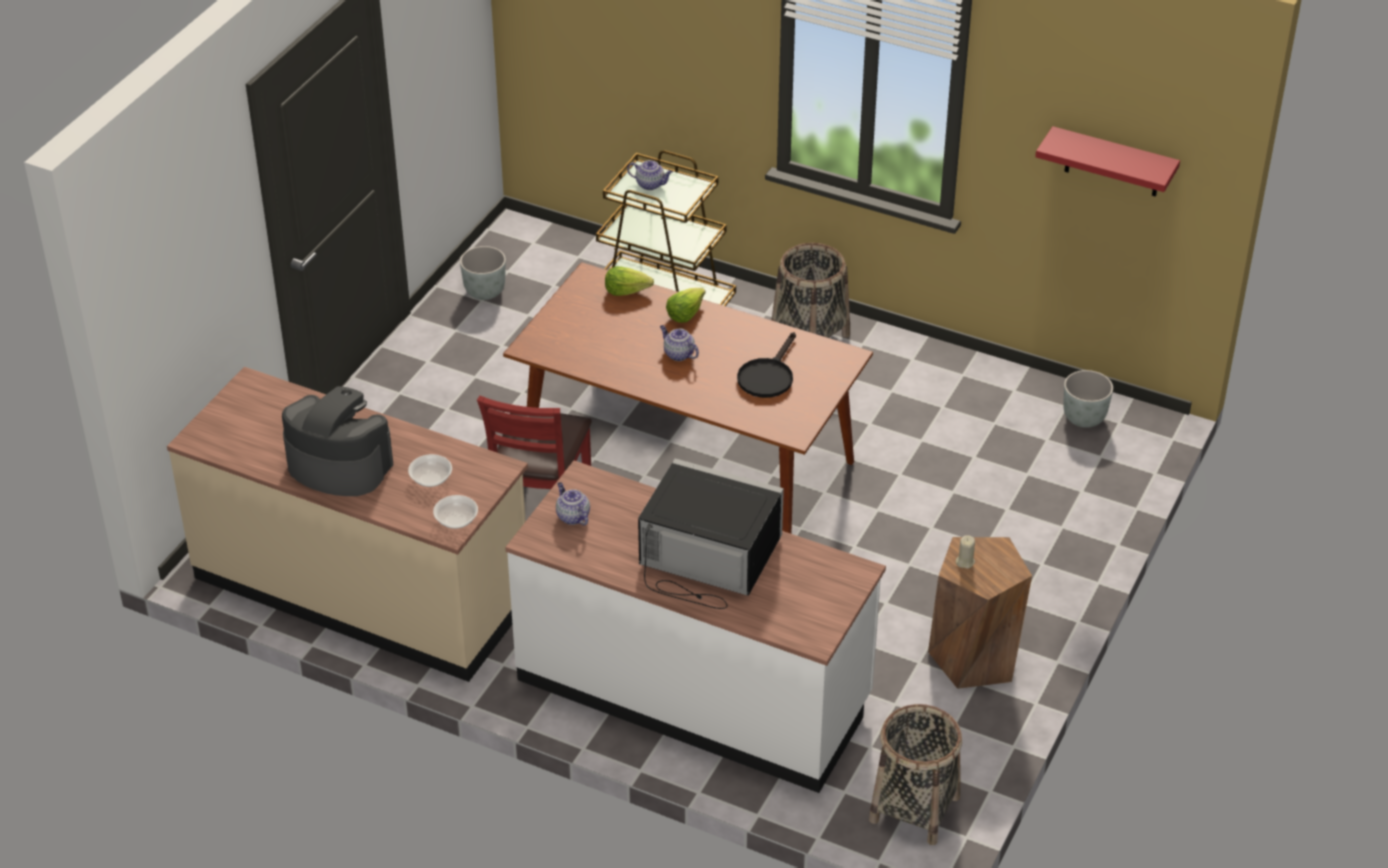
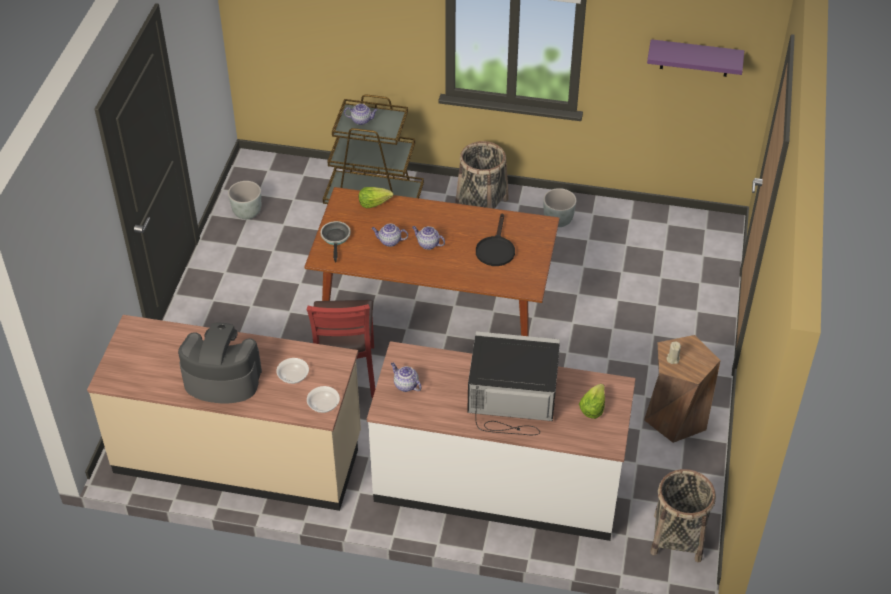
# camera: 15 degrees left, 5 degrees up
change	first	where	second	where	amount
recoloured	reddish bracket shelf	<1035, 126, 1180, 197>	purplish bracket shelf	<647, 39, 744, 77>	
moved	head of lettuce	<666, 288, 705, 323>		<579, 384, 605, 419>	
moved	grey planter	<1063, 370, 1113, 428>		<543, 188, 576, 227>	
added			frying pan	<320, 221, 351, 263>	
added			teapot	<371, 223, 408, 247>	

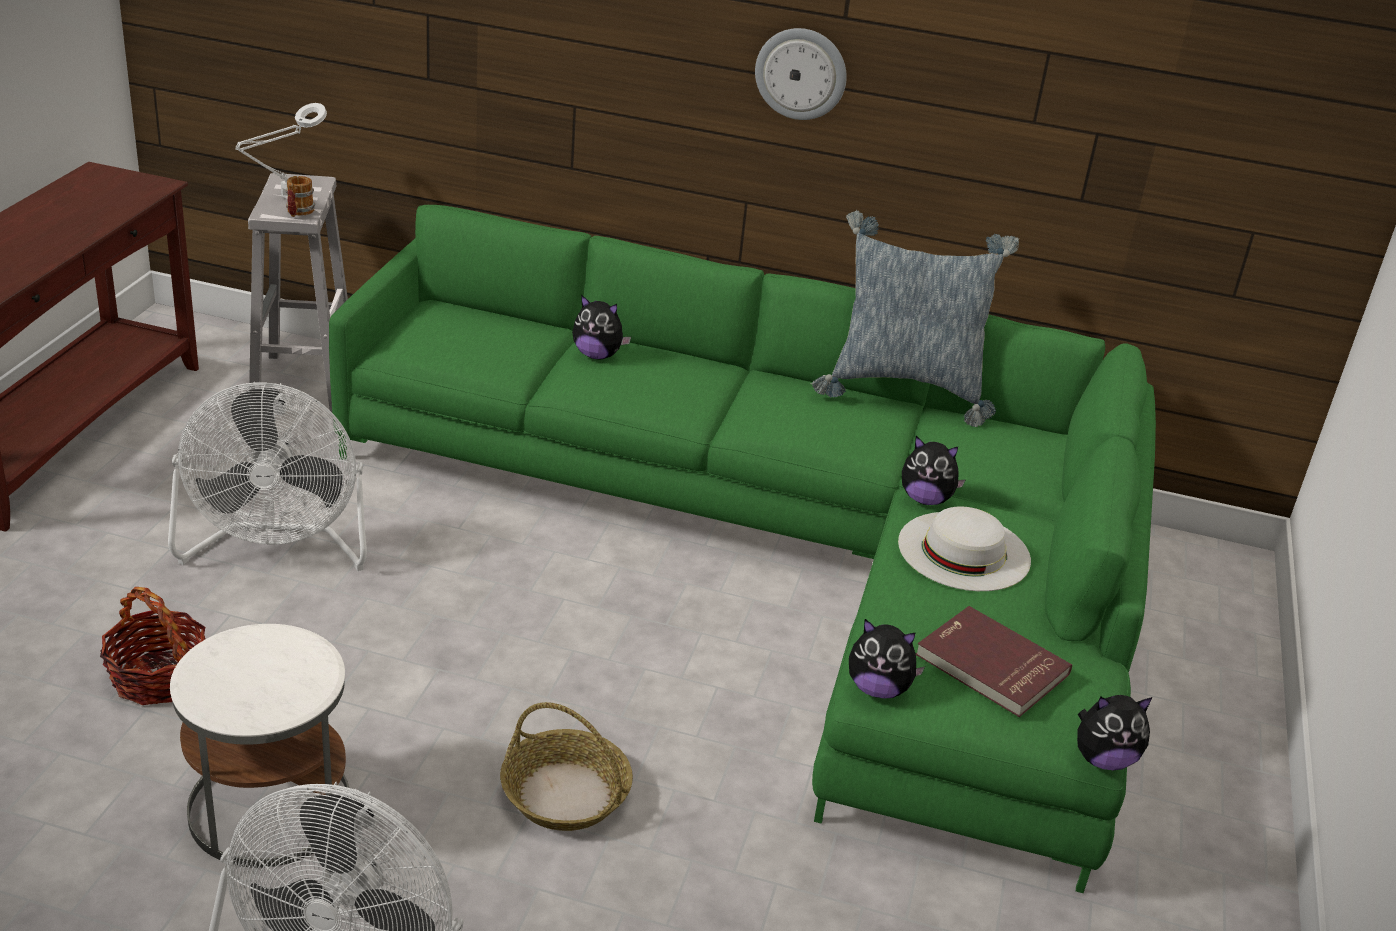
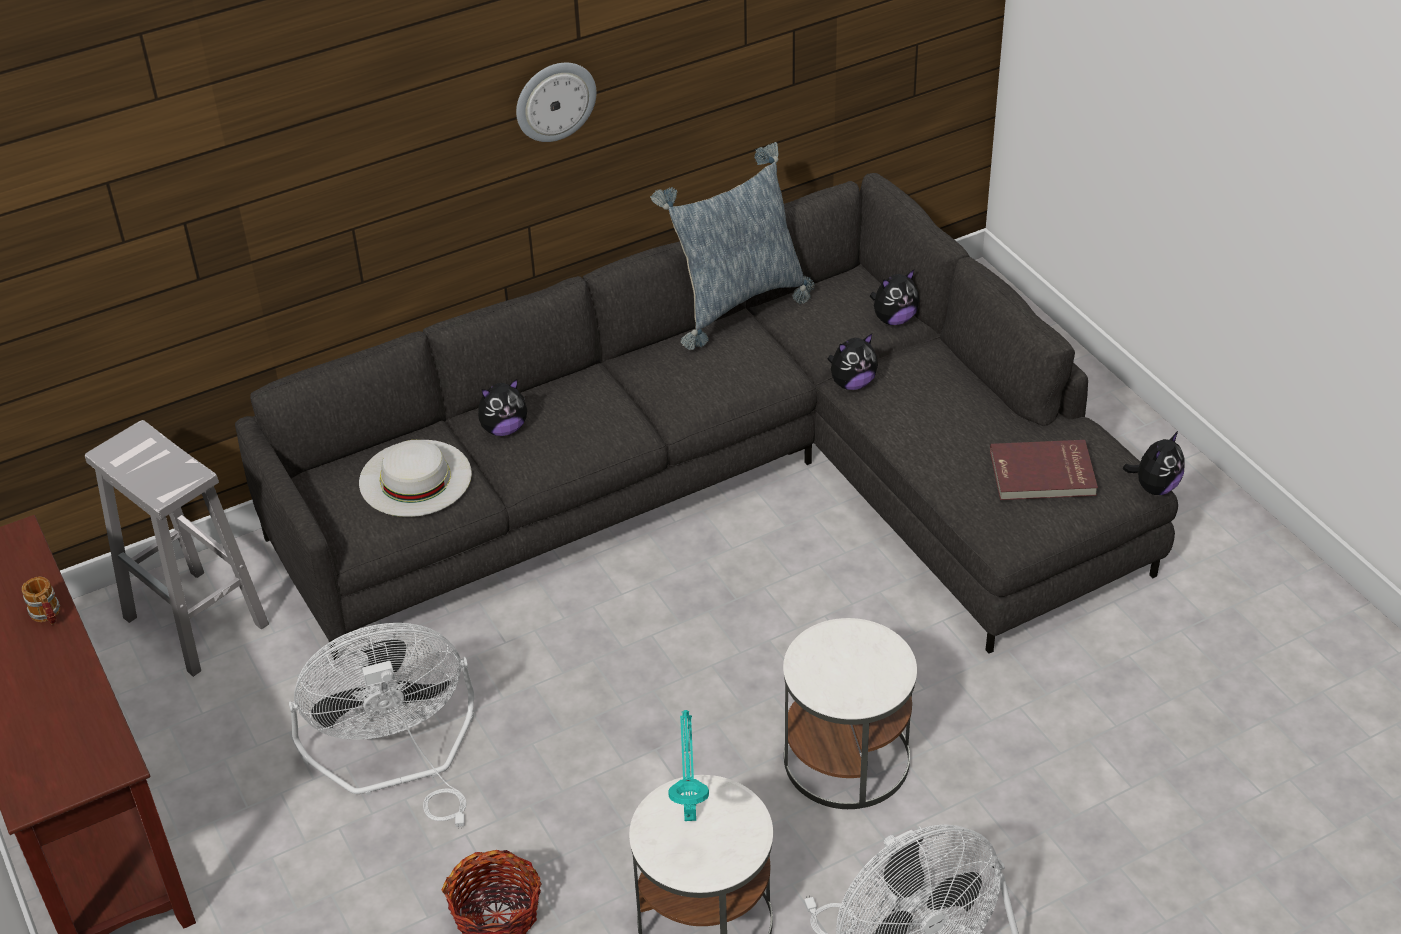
# camera: 40 degrees left, 10 degrees up
change	first	where	second	where	amount
removed	whitish table lamp	<235, 103, 327, 199>			
moved	coffee mug	<286, 176, 315, 217>		<22, 577, 60, 625>	
recoloured	greenish settee	<329, 205, 1156, 893>	grey settee	<235, 173, 1178, 660>	
turned	whitish cooling fan	<168, 382, 367, 571>		<289, 623, 474, 828>	150 degrees counterclockwise
moved	whitish clothing hat	<898, 507, 1031, 591>		<359, 440, 472, 517>	
moved	soft toy	<849, 619, 925, 699>		<870, 270, 919, 325>	
replaced	basket	<500, 702, 633, 831>	whitish side table	<783, 618, 917, 809>	
added			turquoise table lamp	<668, 710, 709, 821>	

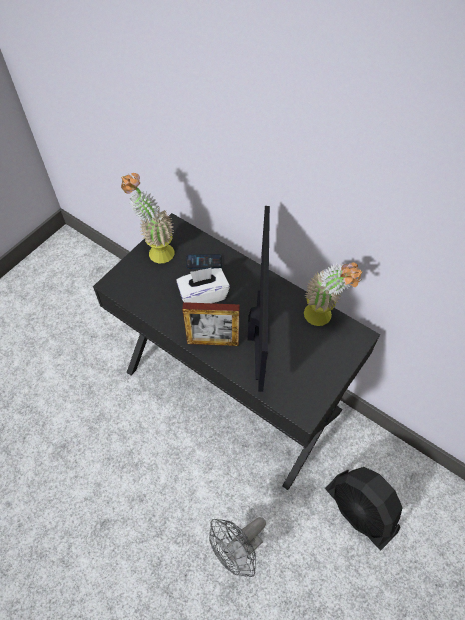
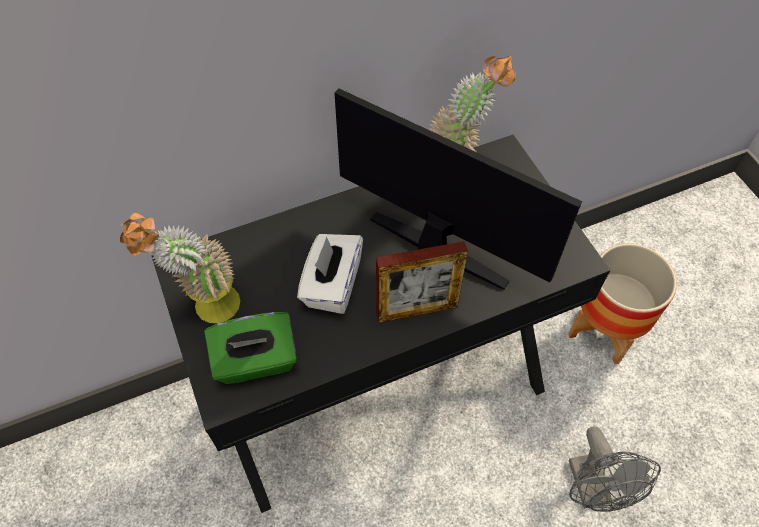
# camera: 60 degrees left, 0 degrees up
change	first	where	second	where	amount
removed	telephone	<186, 254, 222, 269>			
turned	standing frame	<182, 302, 240, 346>		<376, 241, 468, 323>	45 degrees clockwise
replaced	black-coloured cooling fan	<325, 467, 403, 550>	planter	<568, 244, 677, 364>	
added			greenish box of tissues	<205, 312, 297, 384>	

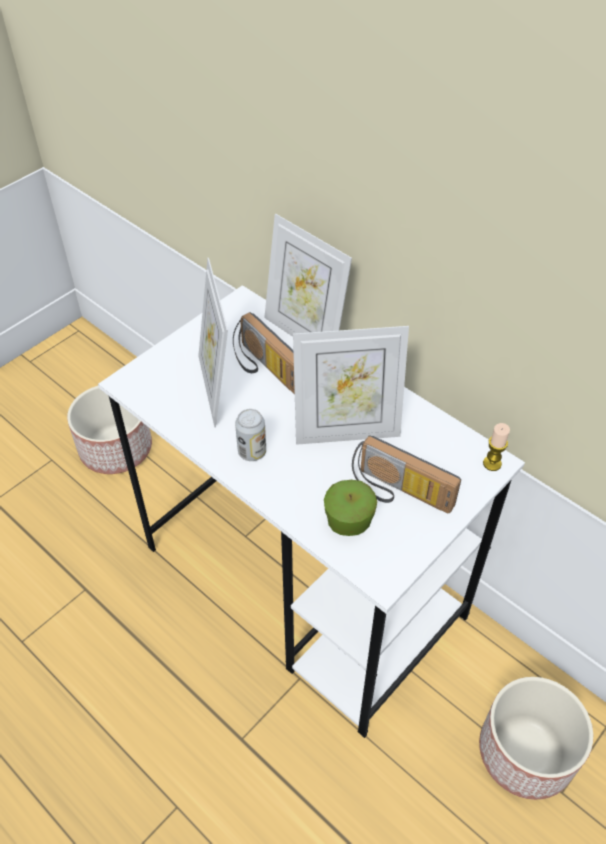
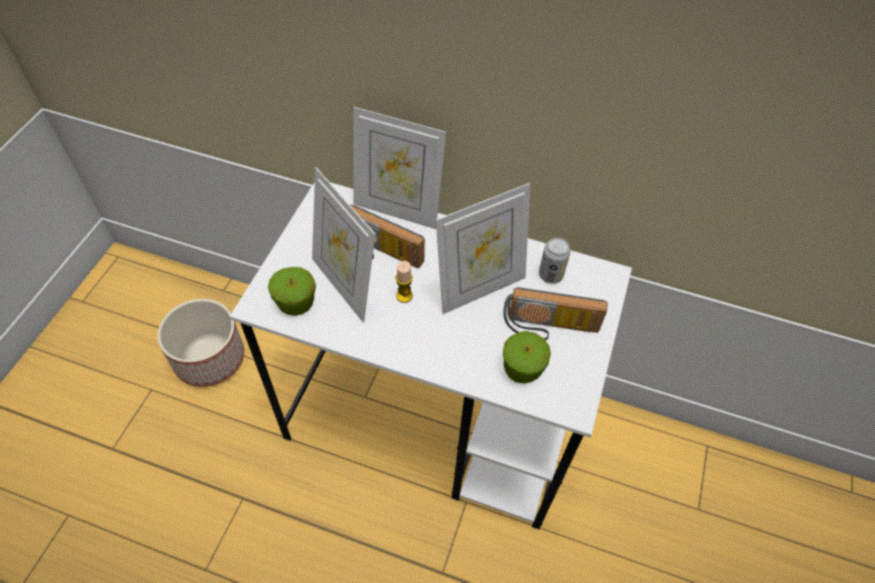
# camera: 25 degrees left, 5 degrees up
change	first	where	second	where	amount
moved	sealed can	<235, 409, 266, 461>		<539, 238, 571, 284>	
moved	candle	<483, 423, 510, 471>		<395, 261, 413, 303>	
removed	planter	<479, 677, 593, 800>			
added			apple	<268, 267, 316, 316>	

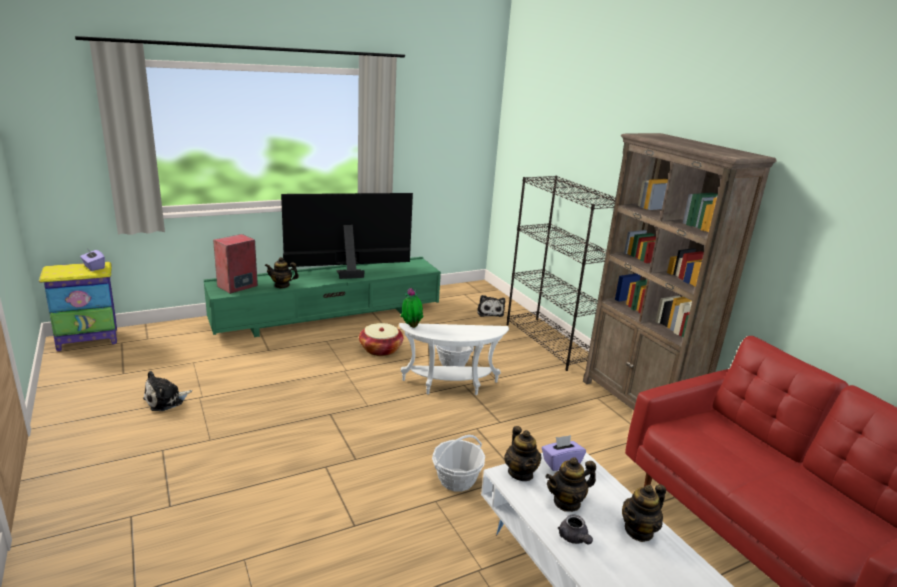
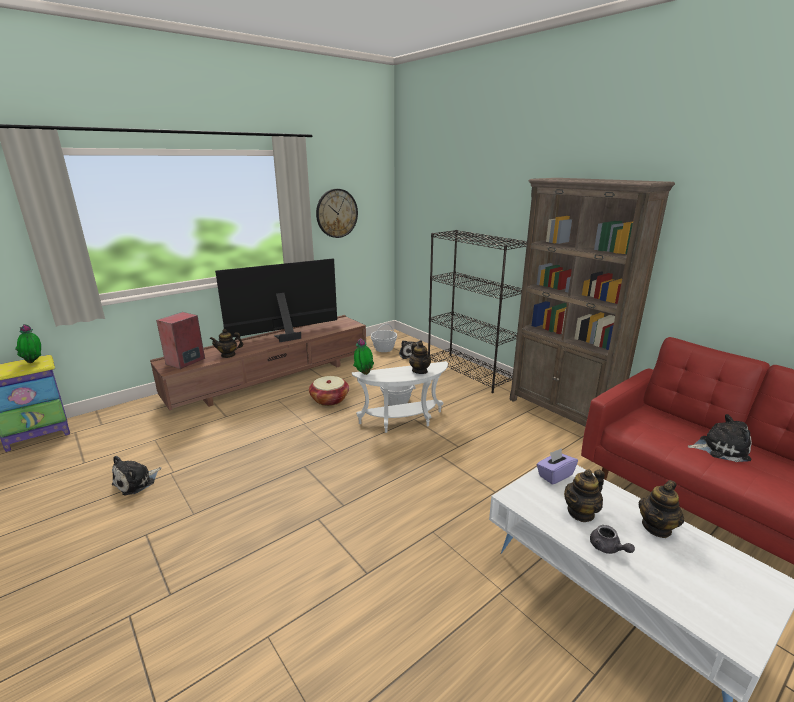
# camera: 10 degrees left, 0 degrees up
change	first	where	second	where	amount
replaced	purplish box of tissues	<80, 250, 105, 271>	plant in a pot	<15, 324, 41, 363>	
recoloured	greenish tv stand	<204, 257, 441, 337>	brownish tv stand	<150, 315, 366, 411>	
moved	teapot	<504, 426, 542, 481>		<409, 342, 431, 374>	
moved	basket	<432, 435, 485, 492>		<370, 324, 397, 352>	
added			clock on the wall	<316, 189, 358, 238>	
added			soft toy	<688, 414, 752, 462>	

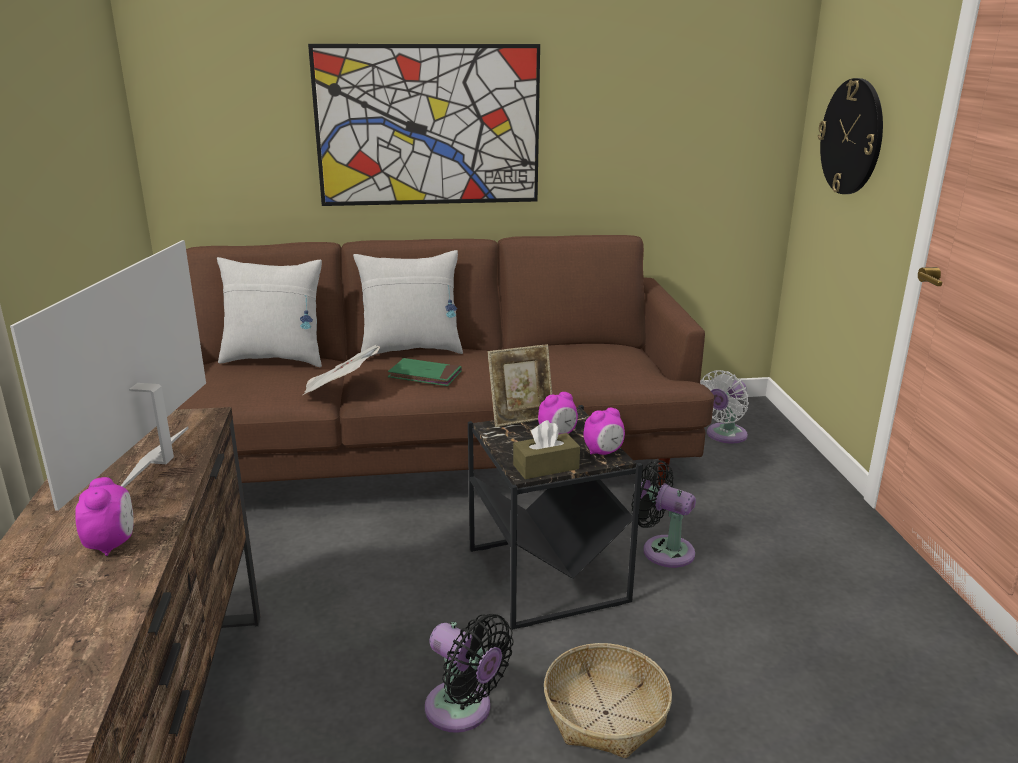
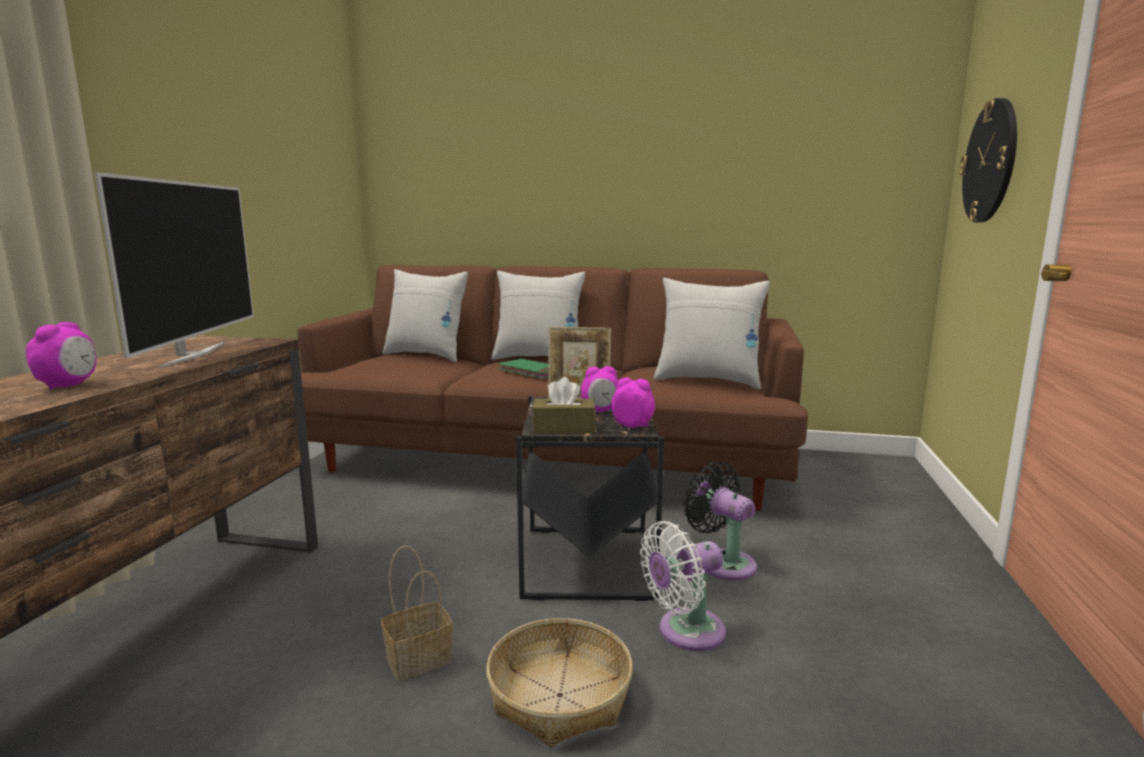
# camera: 20 degrees right, 10 degrees down
change	first	where	second	where	amount
removed	picture	<308, 44, 540, 206>			
turned	TV set	<10, 240, 206, 511>		<94, 172, 254, 368>	150 degrees clockwise
removed	daily paper	<303, 344, 380, 395>			
moved	whitish cooling fan	<700, 370, 749, 443>		<640, 521, 726, 651>	
turned	bedside clock	<583, 408, 625, 455>		<611, 377, 655, 428>	150 degrees counterclockwise
replaced	black-coloured cooling fan	<425, 613, 514, 733>	basket	<381, 546, 453, 681>	
added			grey pillow	<653, 278, 770, 389>	

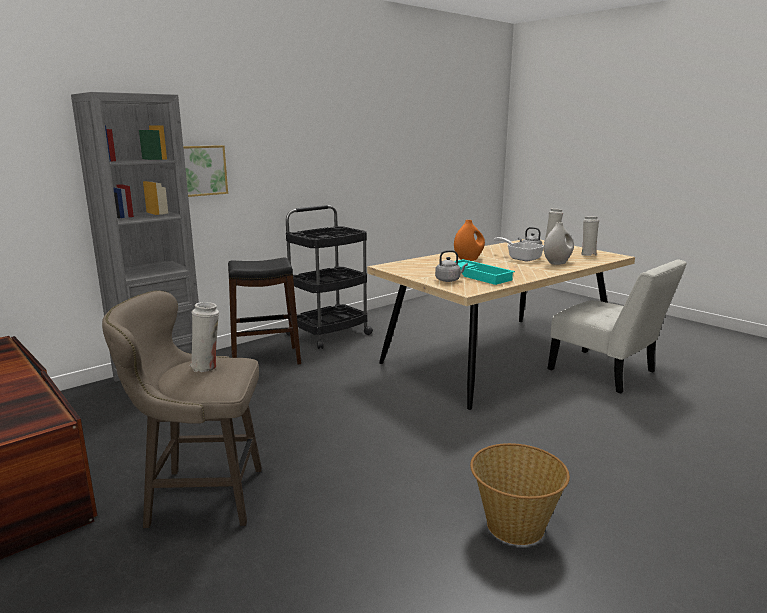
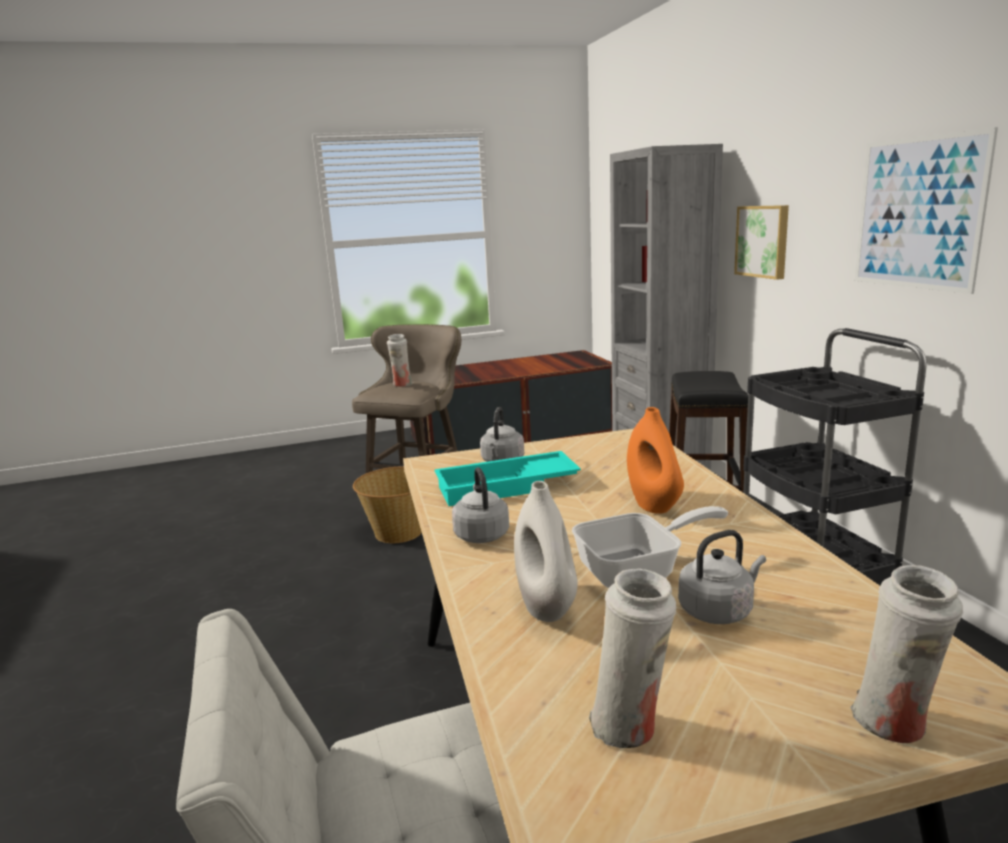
# camera: 115 degrees right, 0 degrees up
change	first	where	second	where	amount
moved	basket	<470, 443, 570, 545>		<353, 466, 422, 543>	
added			picture	<854, 127, 998, 294>	
added			grey water kettle	<452, 467, 509, 543>	

